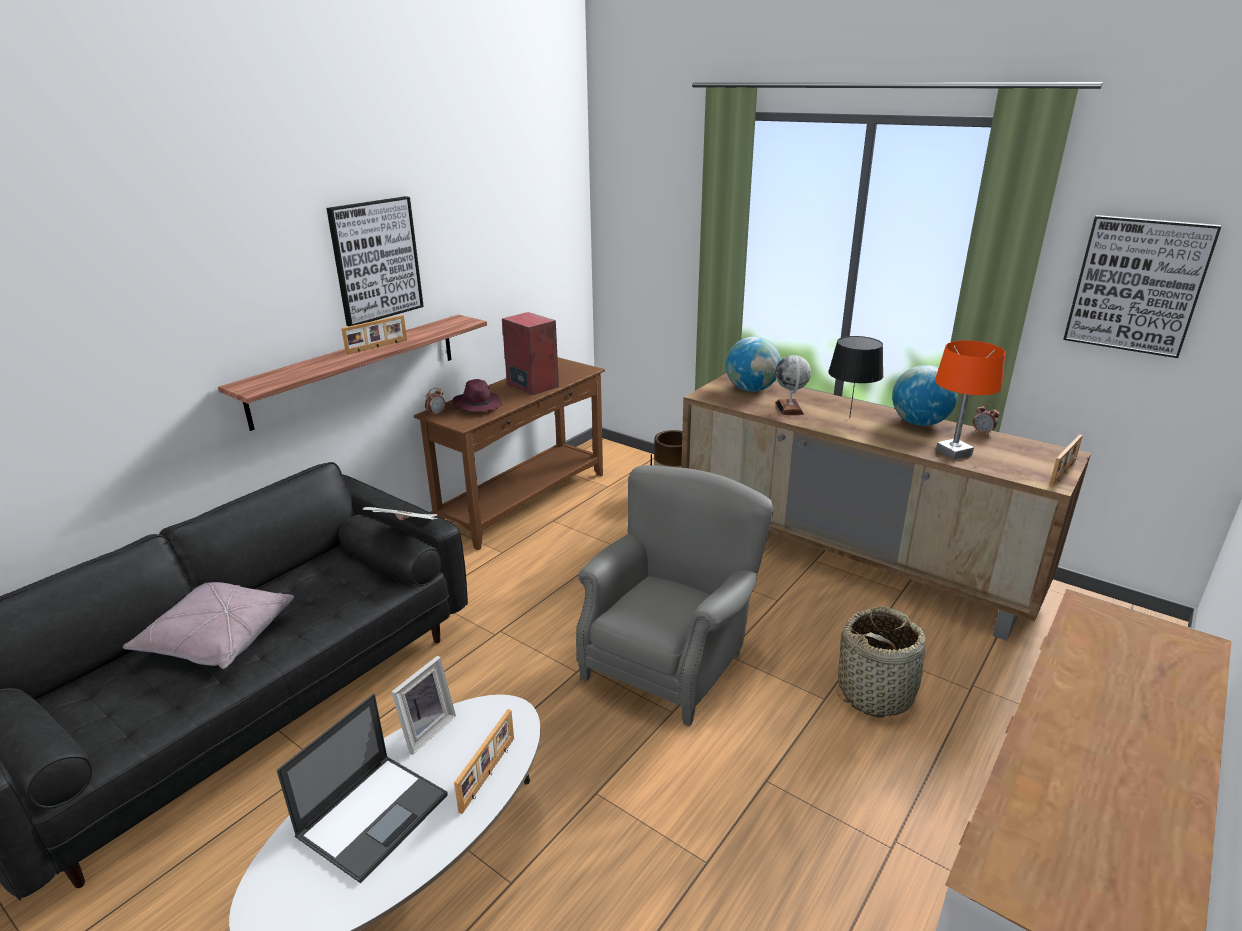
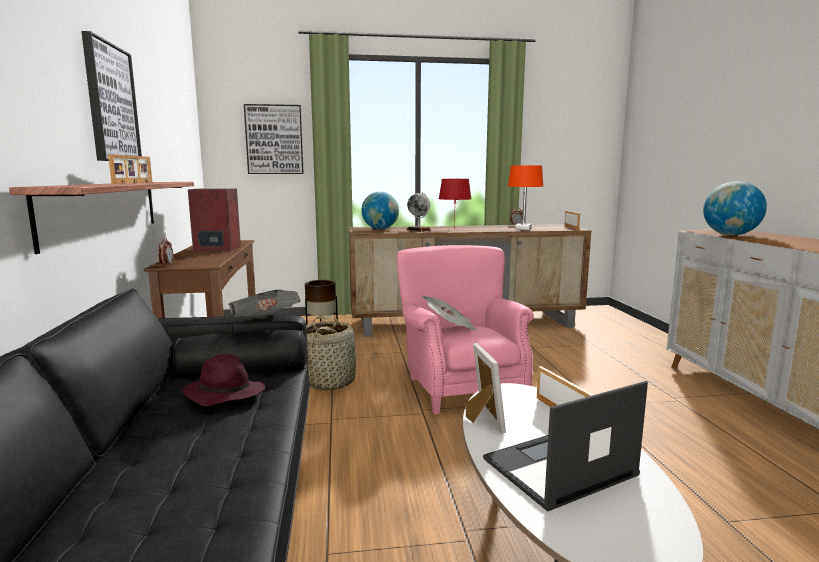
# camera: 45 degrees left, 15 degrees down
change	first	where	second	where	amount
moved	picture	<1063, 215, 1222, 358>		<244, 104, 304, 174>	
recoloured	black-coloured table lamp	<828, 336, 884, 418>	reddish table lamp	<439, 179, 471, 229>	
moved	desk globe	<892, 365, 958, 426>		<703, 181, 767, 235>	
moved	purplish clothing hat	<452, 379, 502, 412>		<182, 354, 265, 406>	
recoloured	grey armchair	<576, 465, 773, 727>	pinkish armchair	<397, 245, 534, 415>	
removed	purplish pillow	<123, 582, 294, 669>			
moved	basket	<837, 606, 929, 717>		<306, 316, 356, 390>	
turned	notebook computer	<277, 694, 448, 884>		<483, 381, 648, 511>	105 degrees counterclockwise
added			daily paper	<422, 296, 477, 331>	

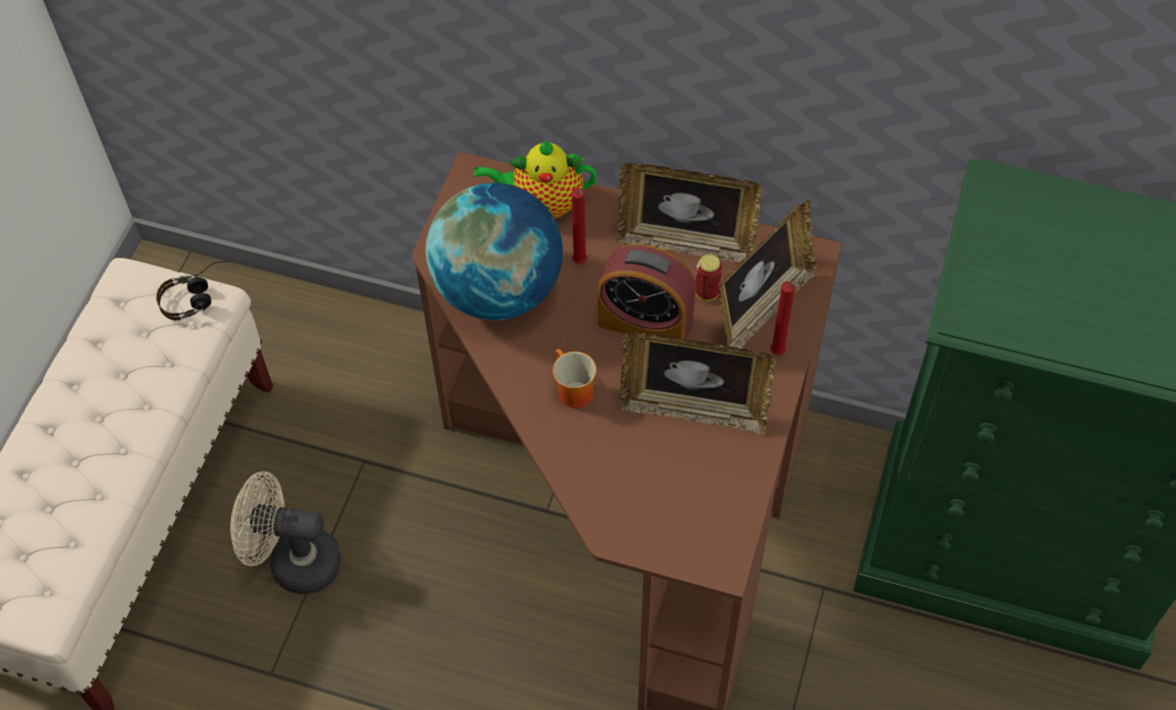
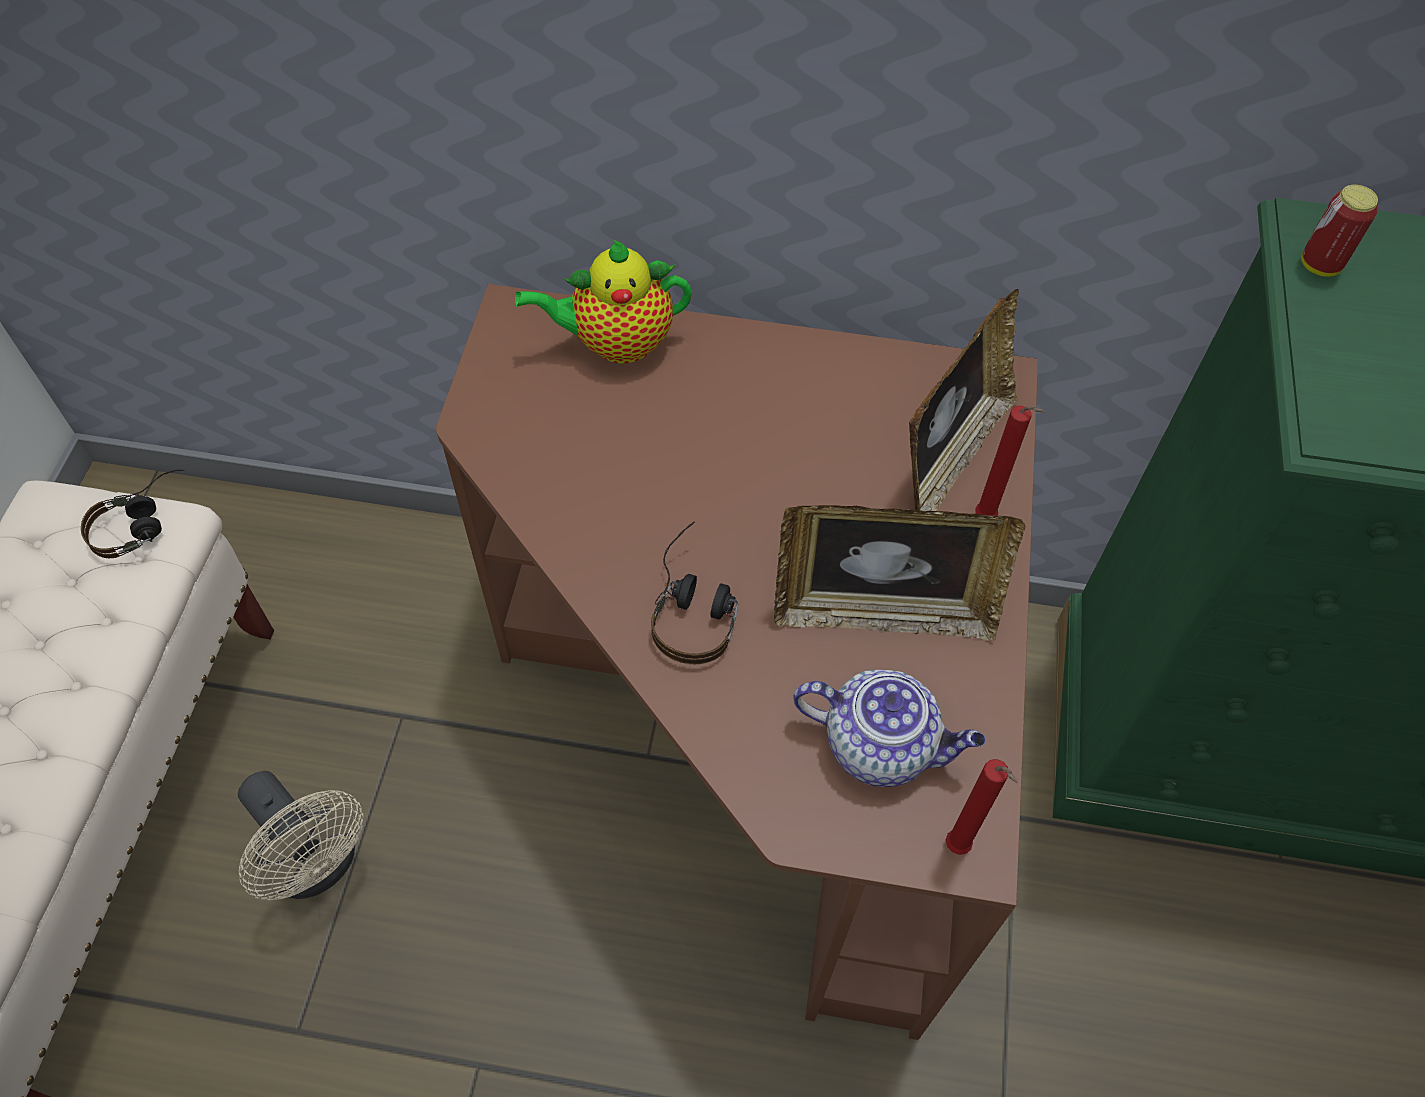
# camera: 10 degrees left, 0 degrees up
change	first	where	second	where	amount
removed	standing frame	<616, 163, 762, 263>			
removed	desk globe	<425, 183, 563, 320>			
moved	reddish candle	<572, 188, 587, 263>		<946, 759, 1018, 855>	
removed	bedside clock	<598, 244, 696, 340>			
moved	sealed can	<695, 254, 722, 301>		<1301, 184, 1378, 277>	
replaced	coffee mug	<553, 349, 596, 408>	headset	<651, 521, 738, 664>	
turned	sand-coloured cooling fan	<230, 471, 341, 594>		<238, 771, 363, 900>	135 degrees counterclockwise
added			teapot	<793, 669, 985, 787>	

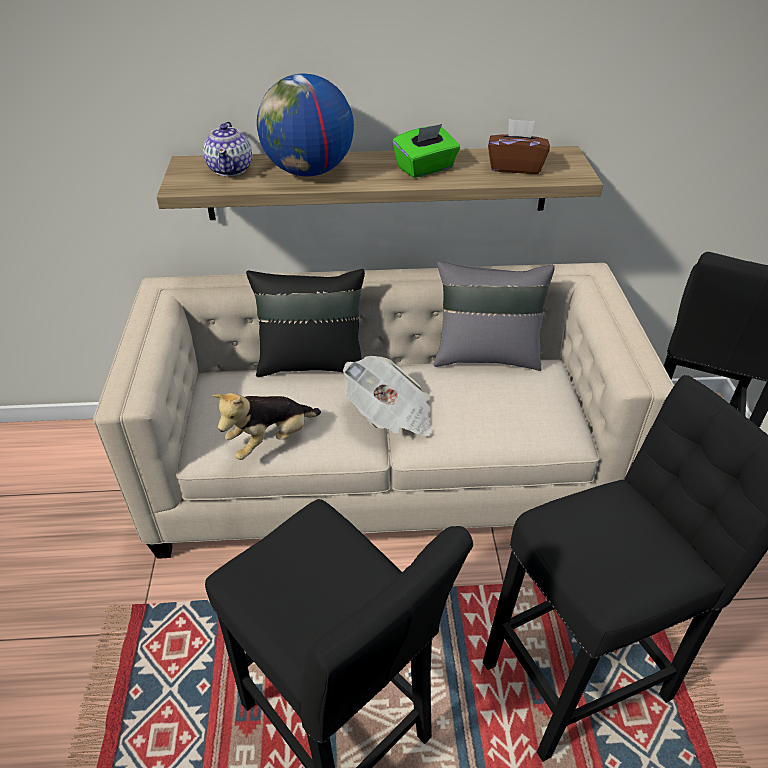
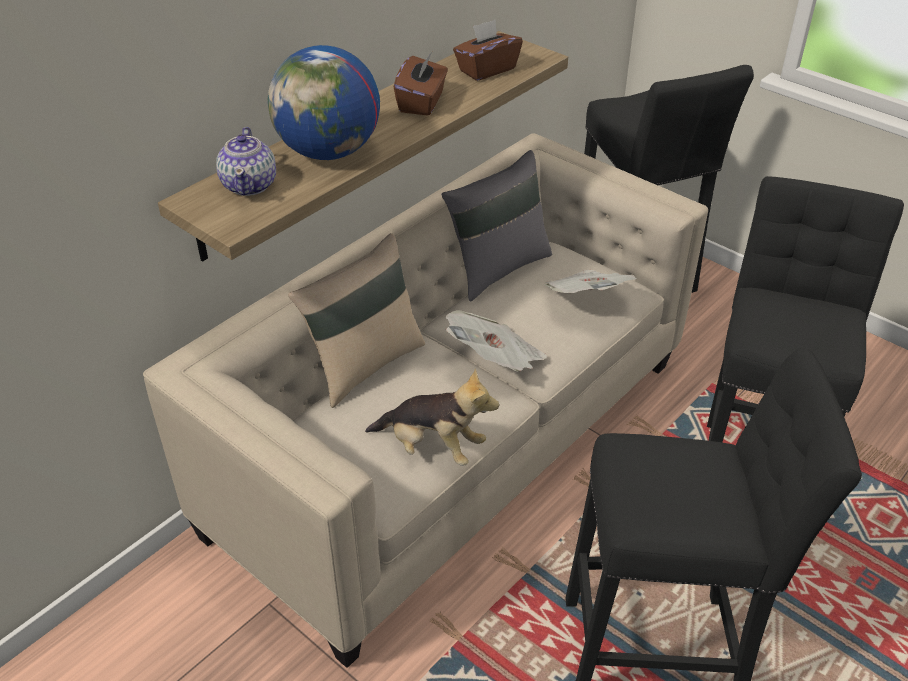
# camera: 45 degrees left, 0 degrees up
change	first	where	second	where	amount
turned	teapot	<203, 122, 252, 176>		<216, 127, 276, 196>	45 degrees clockwise
recoloured	greenish box of tissues	<392, 124, 460, 178>	brownish box of tissues	<394, 52, 448, 116>	
recoloured	black-coloured pillow	<246, 269, 365, 377>	sand-coloured pillow	<288, 233, 425, 408>	
turned	soft toy	<212, 393, 321, 460>		<365, 369, 499, 466>	75 degrees counterclockwise
added			daily paper	<544, 269, 636, 293>	

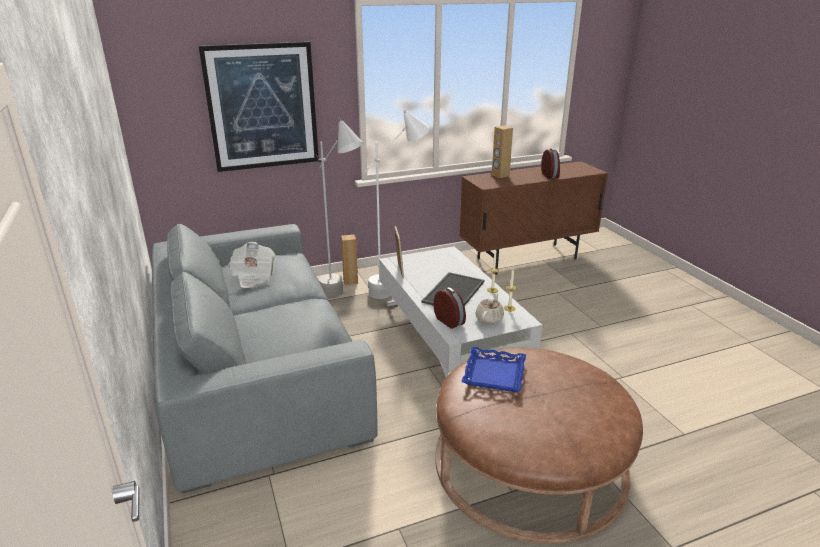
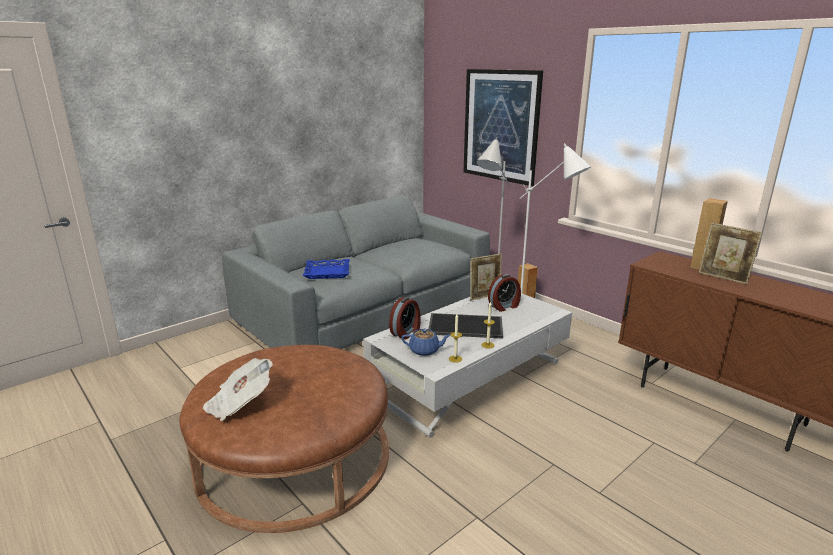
# camera: 70 degrees right, 5 degrees down
change	first	where	second	where	amount
moved	bedside clock	<541, 148, 560, 178>		<488, 274, 521, 312>	
moved	daily paper	<228, 242, 276, 288>		<203, 358, 273, 421>	
recoloured	sand-coloured teapot	<475, 293, 504, 324>	blue teapot	<401, 328, 451, 356>	
moved	blue carrying tray	<461, 347, 526, 392>		<303, 259, 350, 279>	
added			standing frame	<699, 223, 762, 284>	

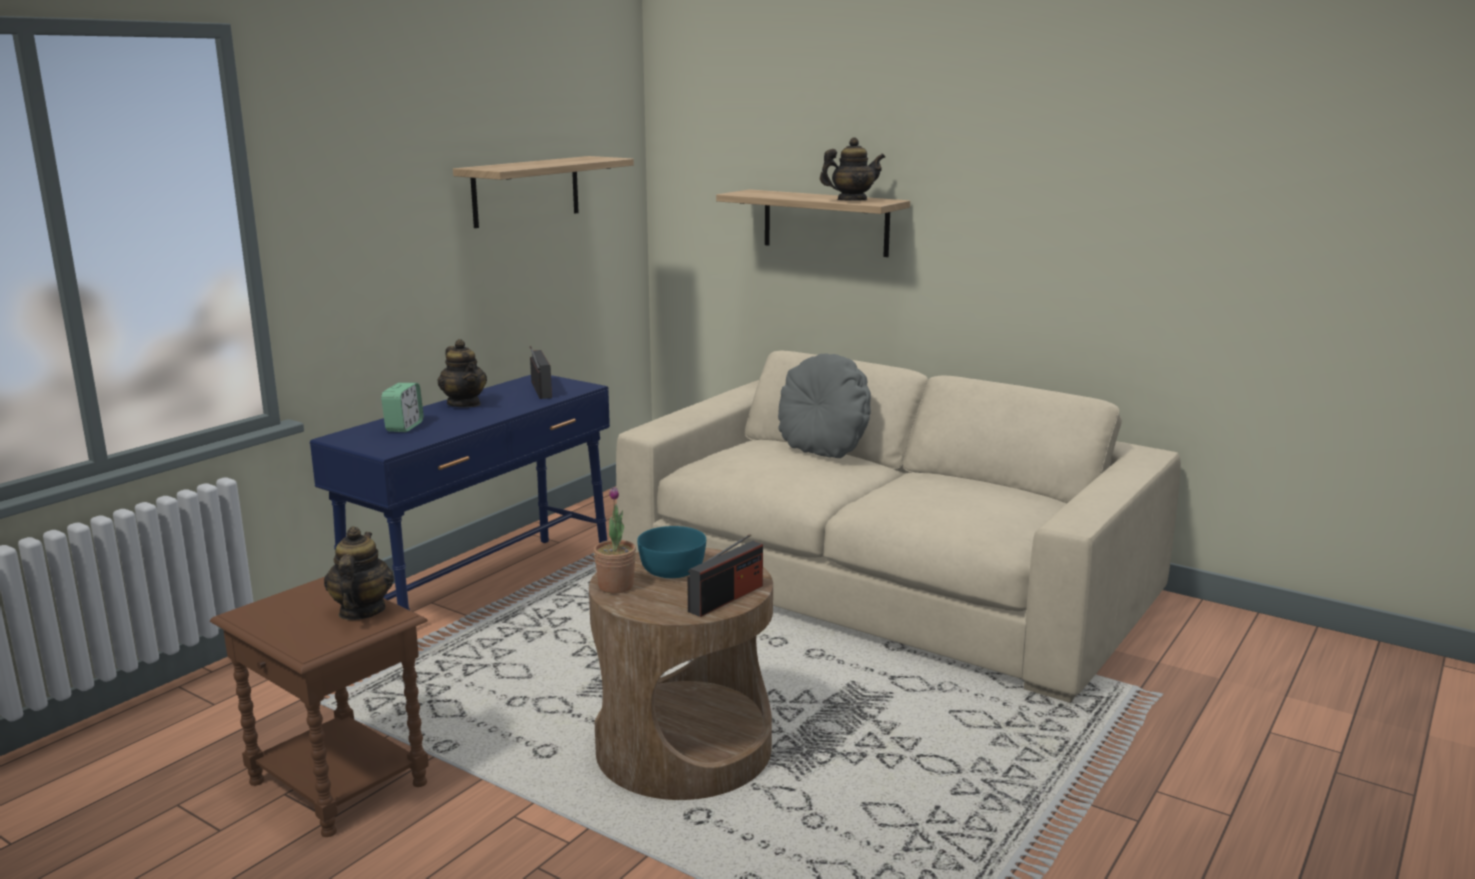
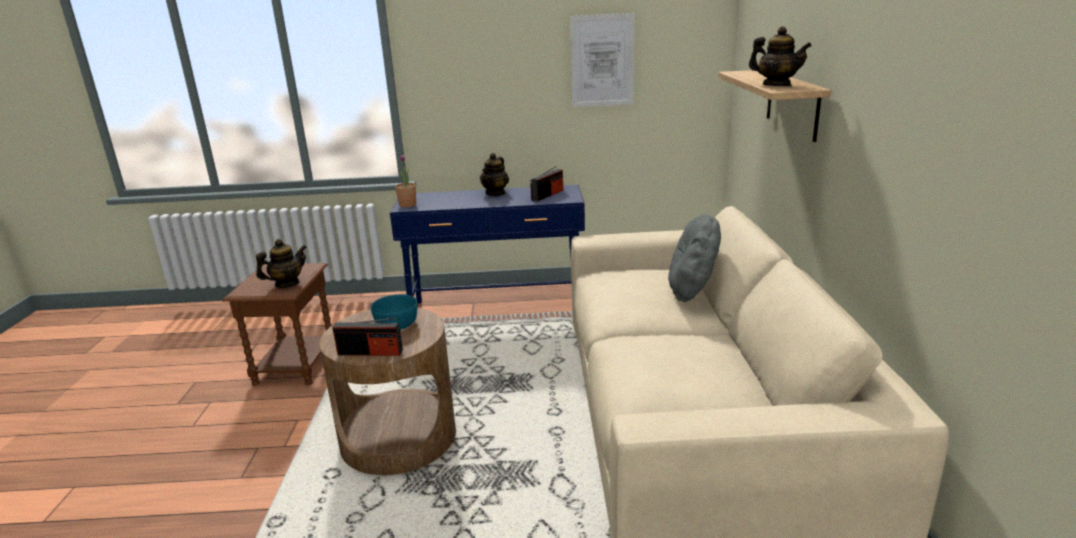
# camera: 55 degrees right, 5 degrees up
change	first	where	second	where	amount
replaced	bracket shelf	<453, 156, 634, 228>	picture	<570, 13, 634, 107>	
removed	bedside clock	<381, 383, 424, 432>			
moved	plant in a pot	<594, 487, 636, 594>		<395, 155, 416, 207>	

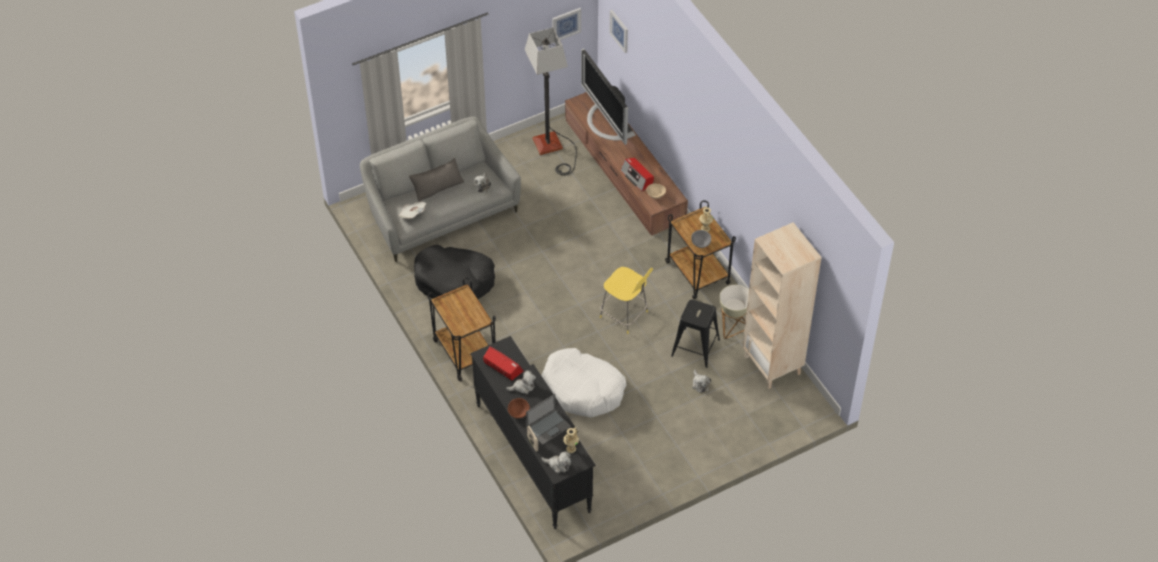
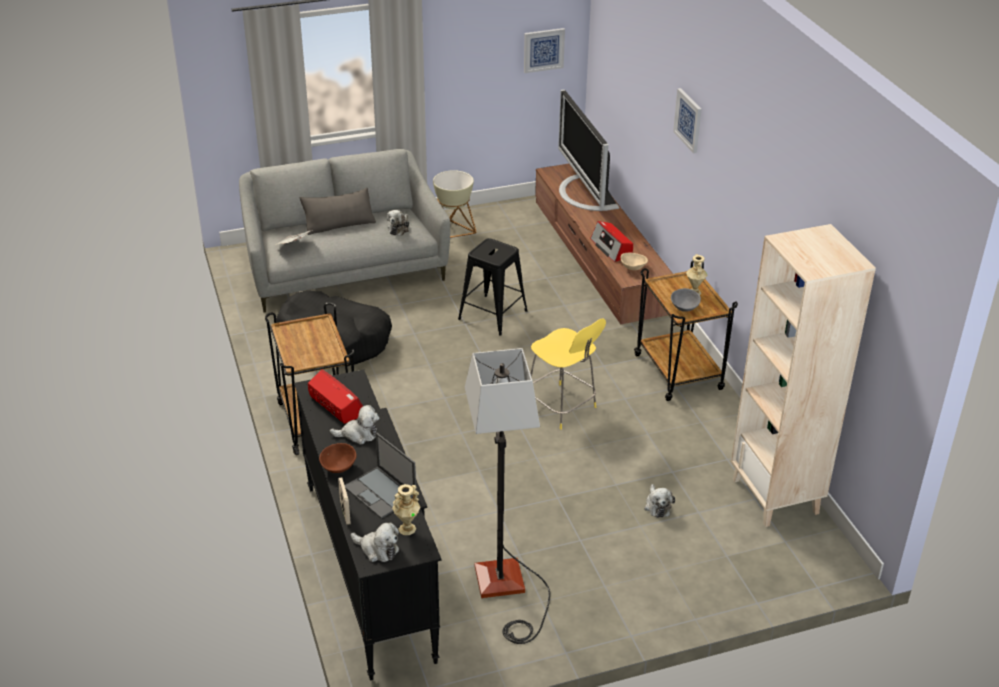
# camera: 10 degrees right, 15 degrees down
change	first	where	second	where	amount
moved	picture	<609, 10, 628, 53>		<673, 88, 702, 153>	
moved	floor lamp	<524, 28, 577, 176>		<465, 348, 550, 644>	
moved	planter	<719, 285, 749, 339>		<433, 170, 476, 238>	
moved	black-coloured stool	<671, 299, 720, 368>		<458, 238, 528, 336>	
removed	whitish dog cushion	<541, 348, 626, 417>			
turned	notebook computer	<526, 394, 571, 445>		<345, 432, 416, 519>	75 degrees clockwise

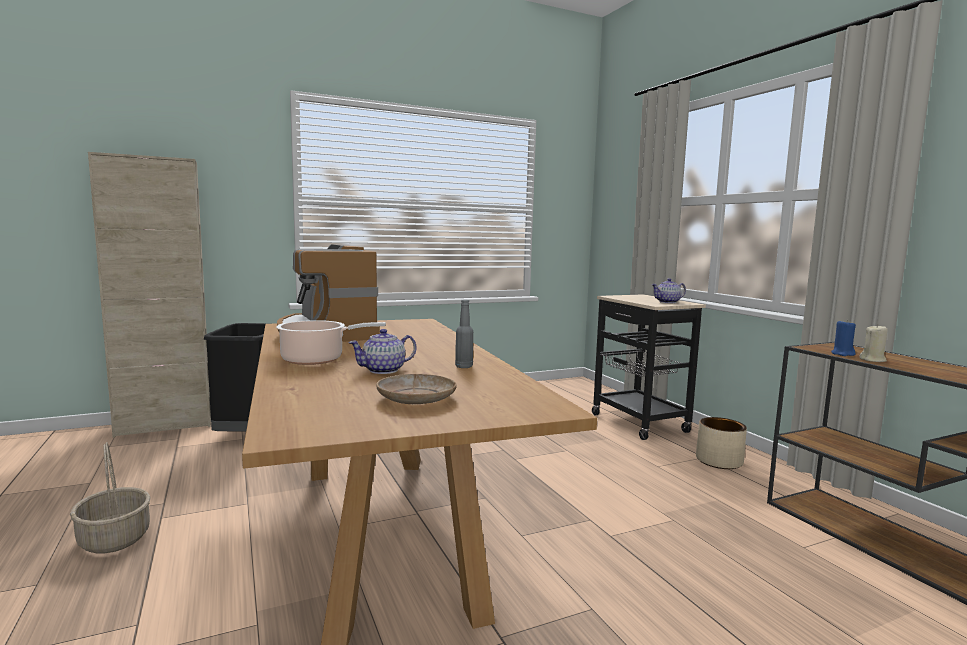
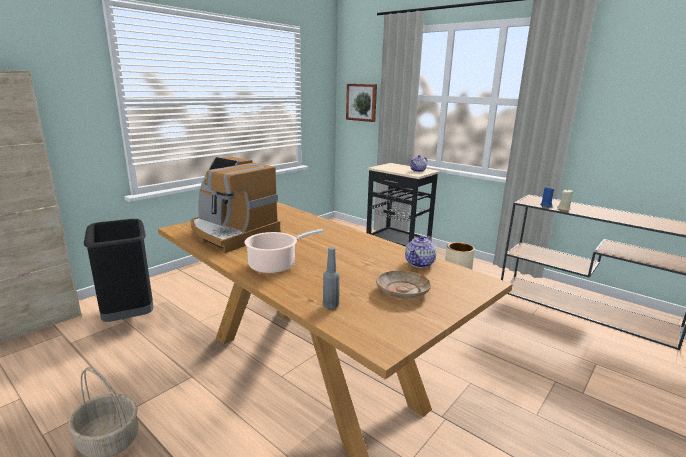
# camera: 25 degrees left, 10 degrees up
change	first	where	second	where	amount
moved	grey drink bottle	<455, 300, 473, 368>		<323, 247, 339, 309>	
moved	teapot	<348, 329, 416, 374>		<405, 235, 436, 268>	
added			picture	<346, 84, 377, 122>	

